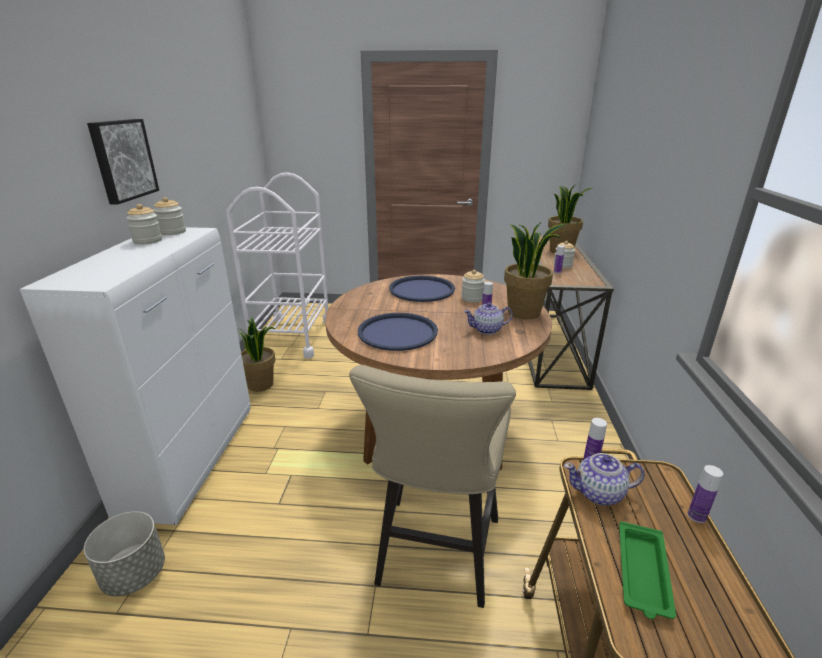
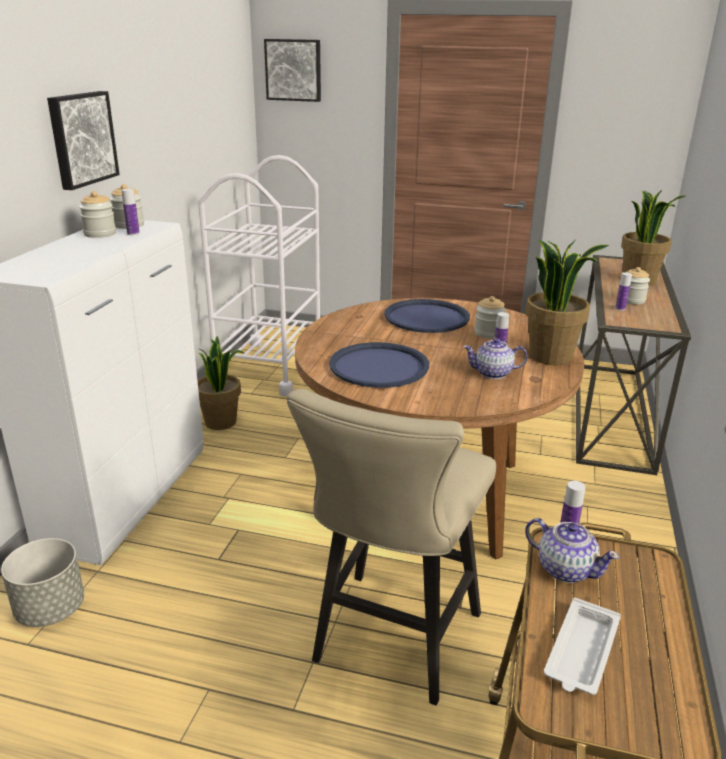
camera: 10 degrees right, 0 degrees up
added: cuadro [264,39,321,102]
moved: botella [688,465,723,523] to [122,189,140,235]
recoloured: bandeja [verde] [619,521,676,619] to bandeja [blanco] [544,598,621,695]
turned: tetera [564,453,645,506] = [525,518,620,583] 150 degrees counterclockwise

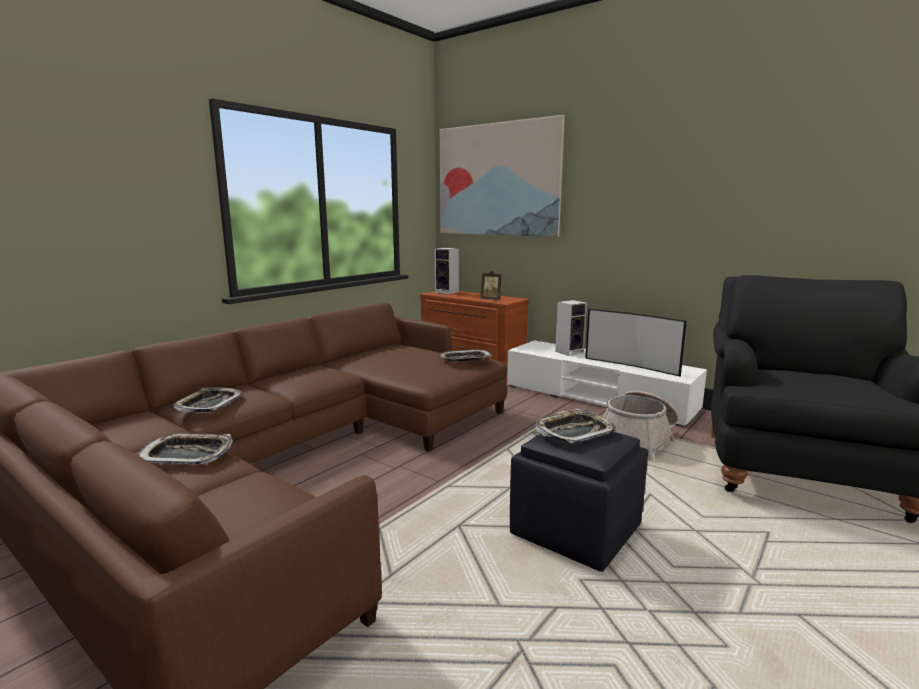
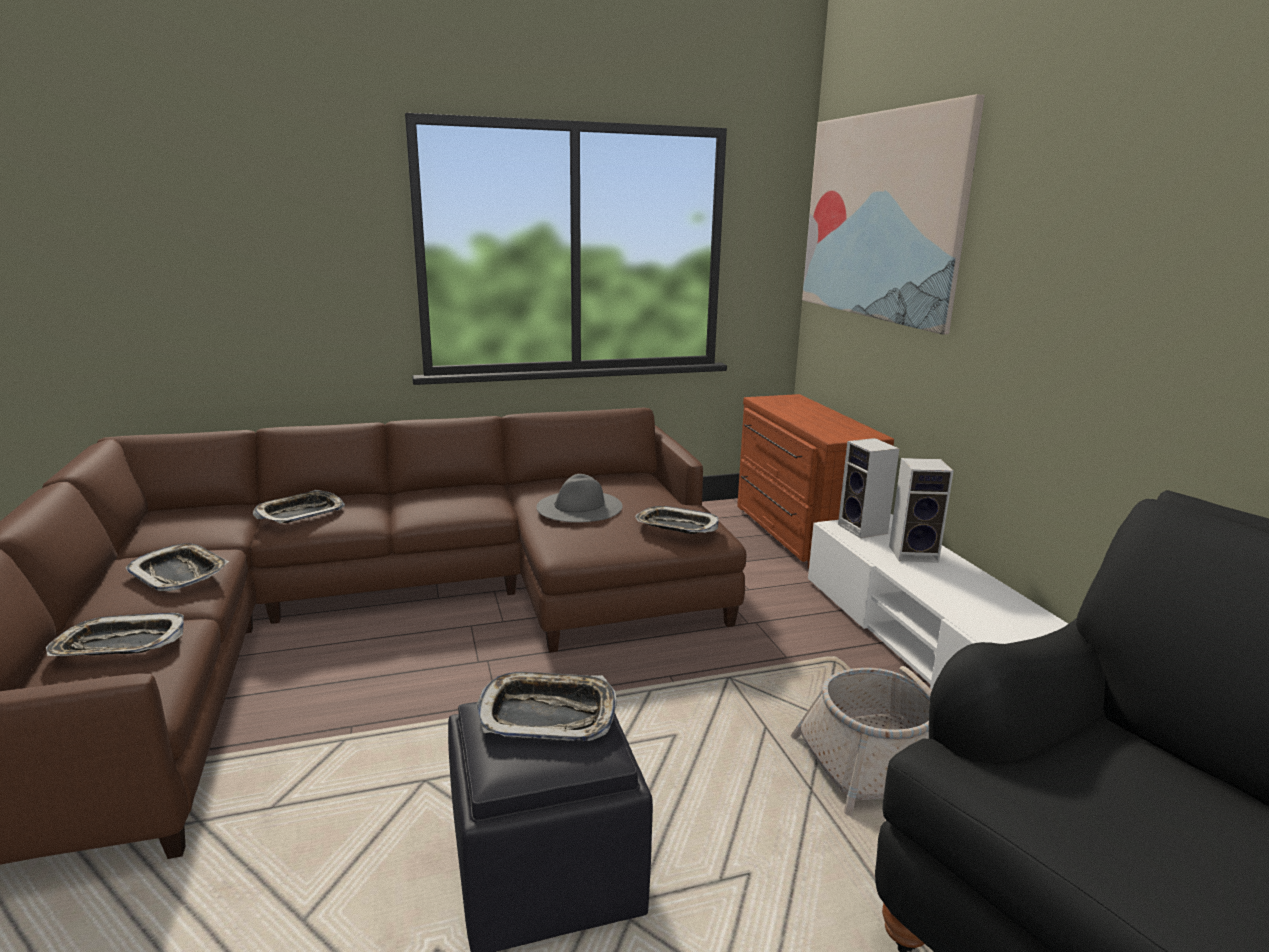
camera: 35 degrees right, 5 degrees up
removed: portarretratos [480,271,502,300]; televisor [585,309,687,377]
added: sombrero [gris] [537,474,623,522]; bandeja [46,613,184,656]
moved: altavoz [434,248,459,294] to [838,438,900,538]

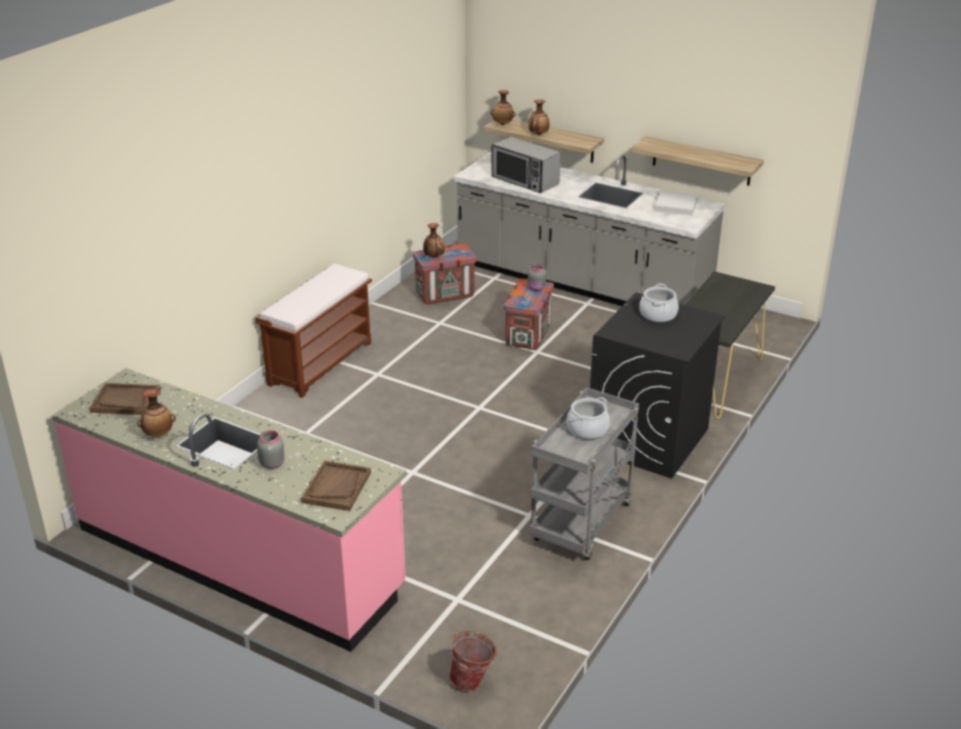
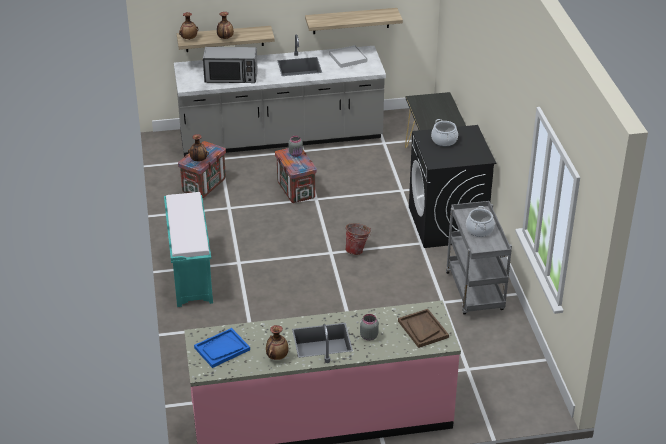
camera: 40 degrees left, 5 degrees up
moved: cubo [449,631,497,691] to [345,223,371,255]
recoloured: banco [marrón] [255,264,372,398] to banco [turquesa] [164,192,213,307]; bandeja [marrón] [90,383,161,415] to bandeja [azul] [194,328,250,368]

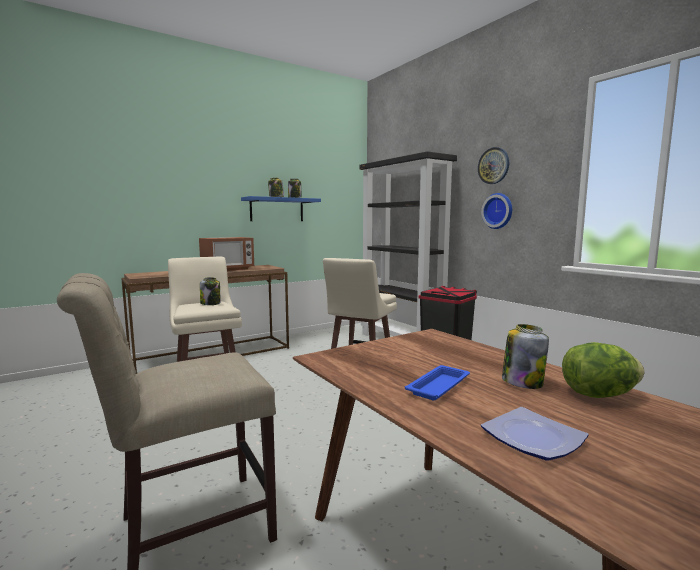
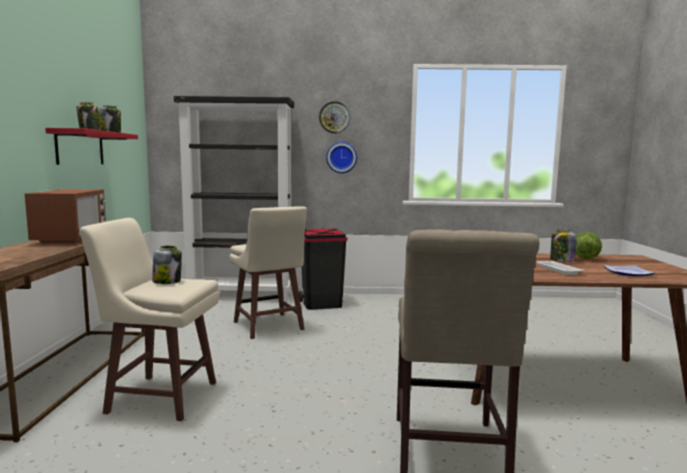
camera: 55 degrees left, 0 degrees up
recoloured: estante [azul] [241,196,321,221] to estante [rojo] [45,128,138,165]; bandeja [azul] [405,365,470,400] to bandeja [blanco] [536,261,584,275]

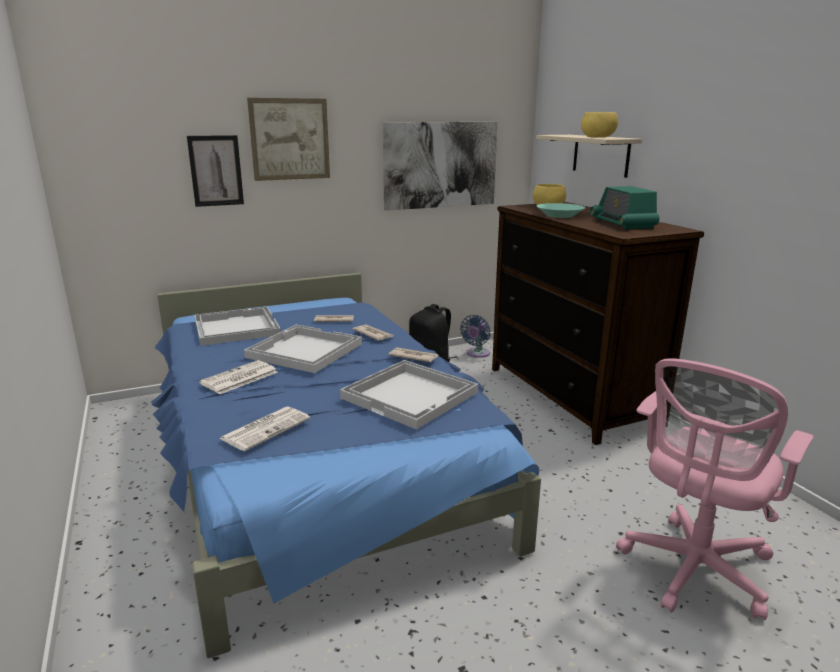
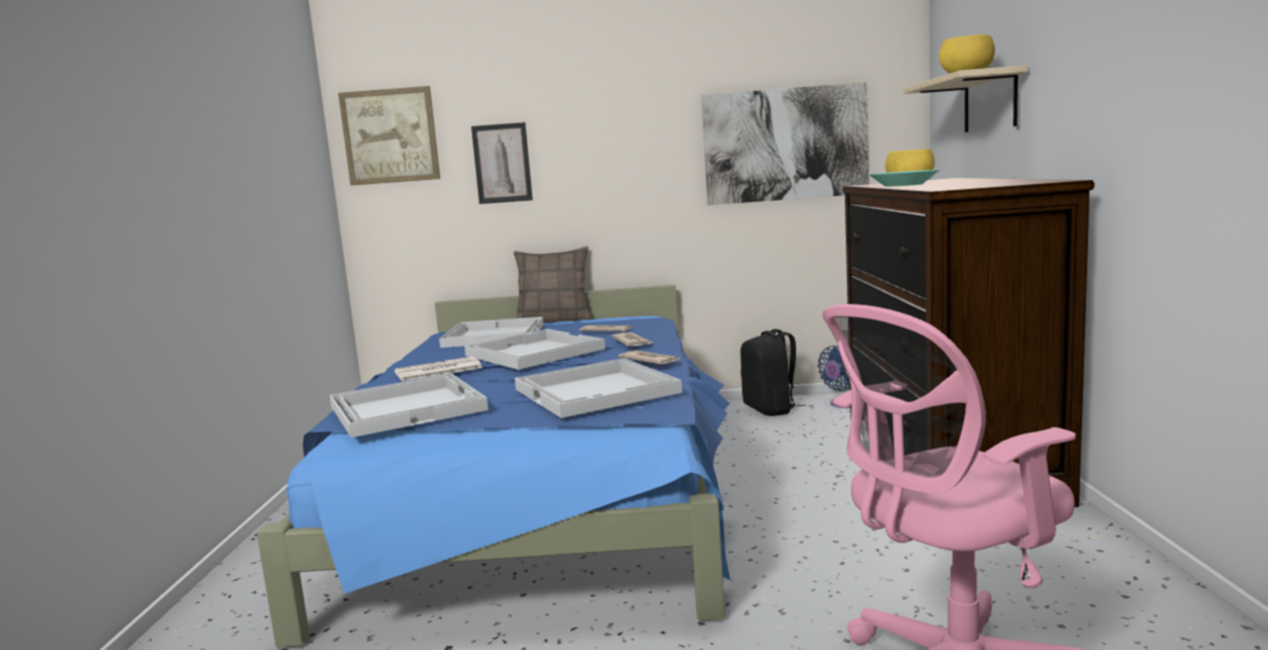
camera: 25 degrees right, 10 degrees down
removed: radio [590,186,659,229]
added: cojín [514,246,591,322]
moved: cuadro [247,98,330,181] to [338,86,440,186]
replaced: periódico [219,407,310,451] to bandeja [blanco] [330,373,488,438]

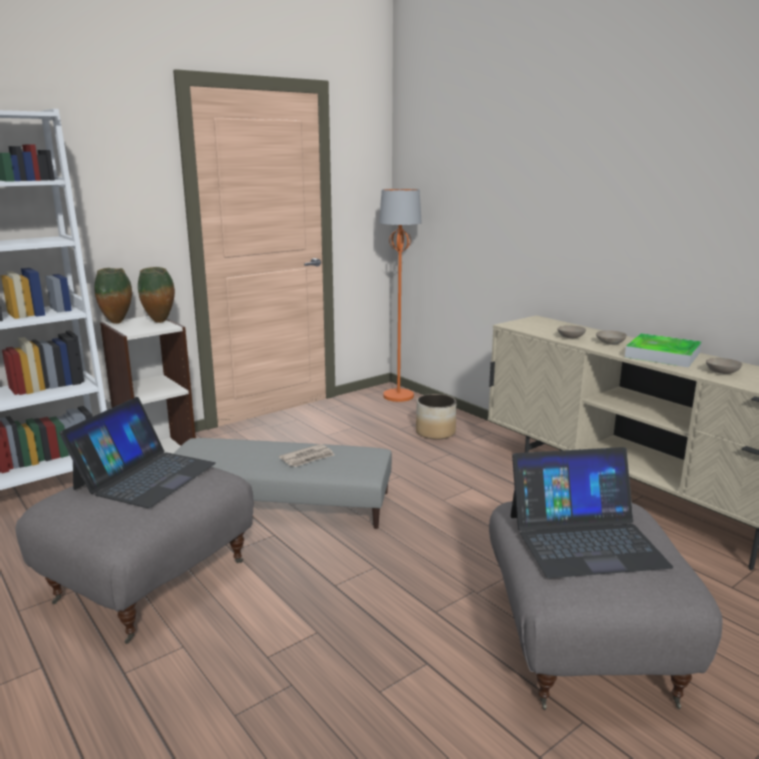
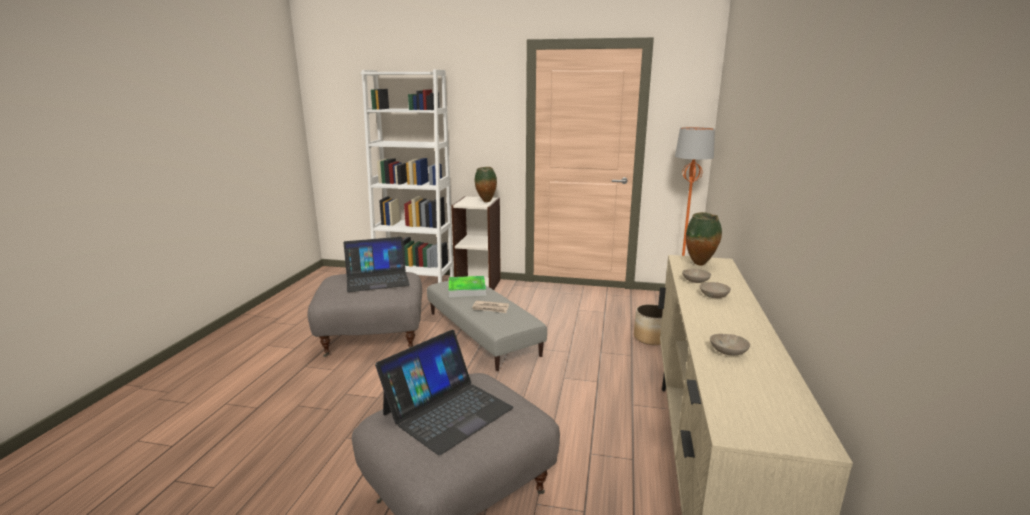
camera: 50 degrees right, 0 degrees up
moved: florero [94,268,132,324] to [686,212,722,266]; bandeja [625,333,702,368] to [449,276,486,297]
turned: portátil [511,447,673,578] = [375,330,514,455] 90 degrees counterclockwise

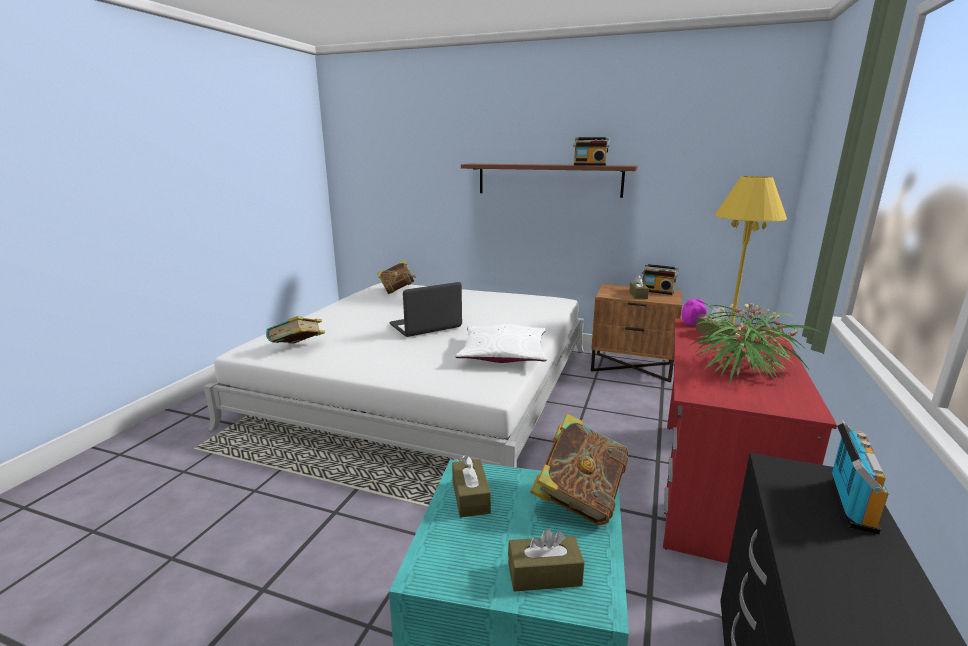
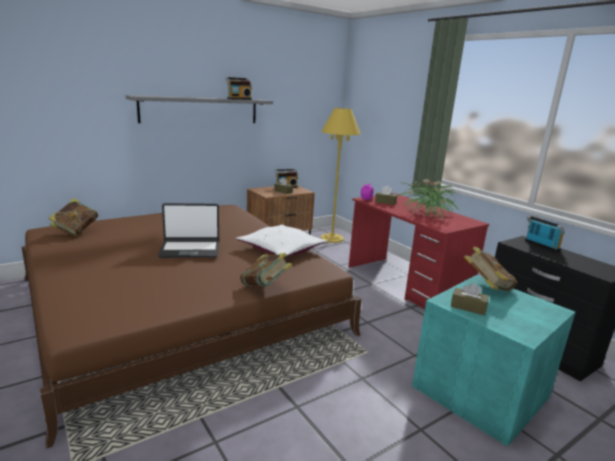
camera: 55 degrees left, 0 degrees up
removed: caja de pañuelos [marrón] [508,529,584,592]
moved: libro [266,316,325,344] to [240,253,292,287]
recoloured: estante [marrón] [461,164,638,198] to estante [gris] [125,95,273,123]; cama [blanco] [204,283,584,468] to cama [marrón] [21,205,362,449]
turned: portátil [390,282,462,337] = [158,203,219,258] 105 degrees counterclockwise

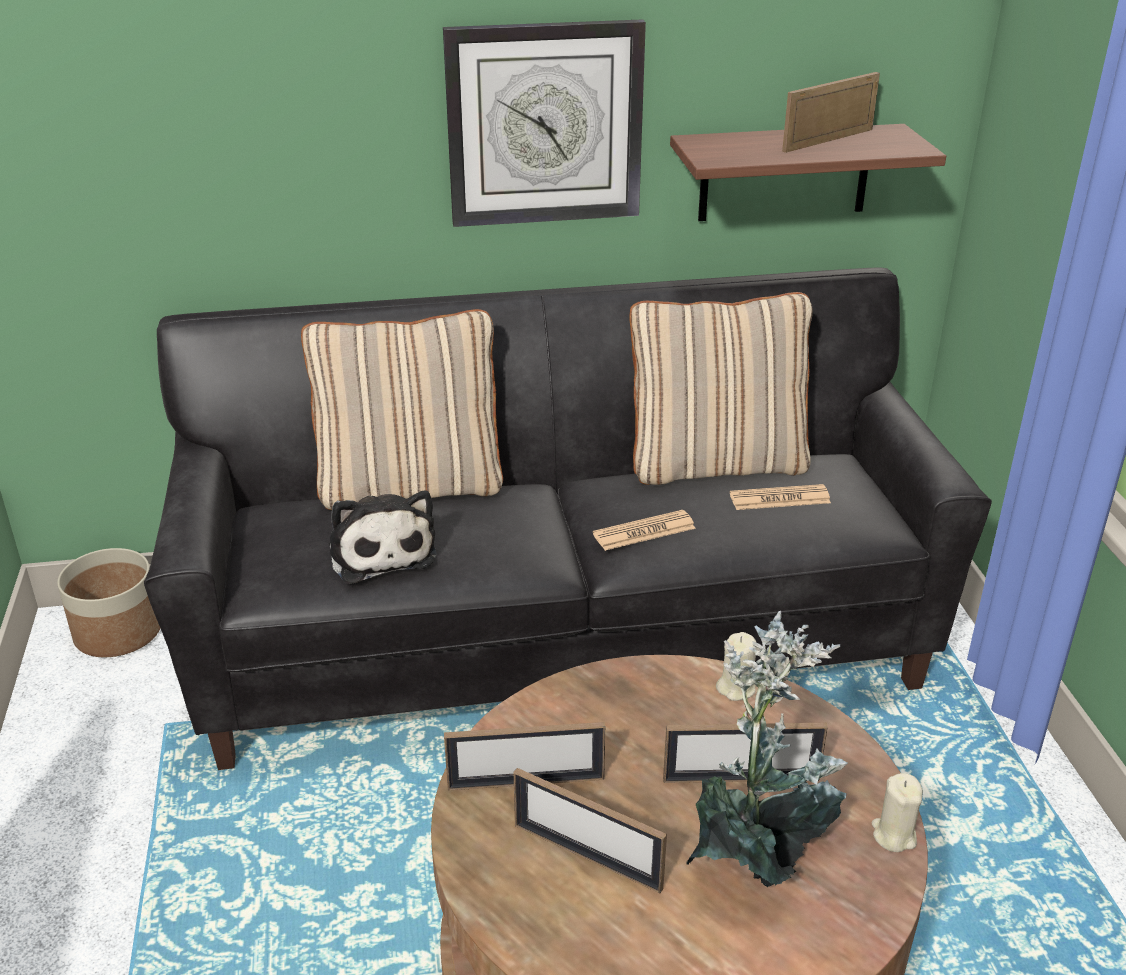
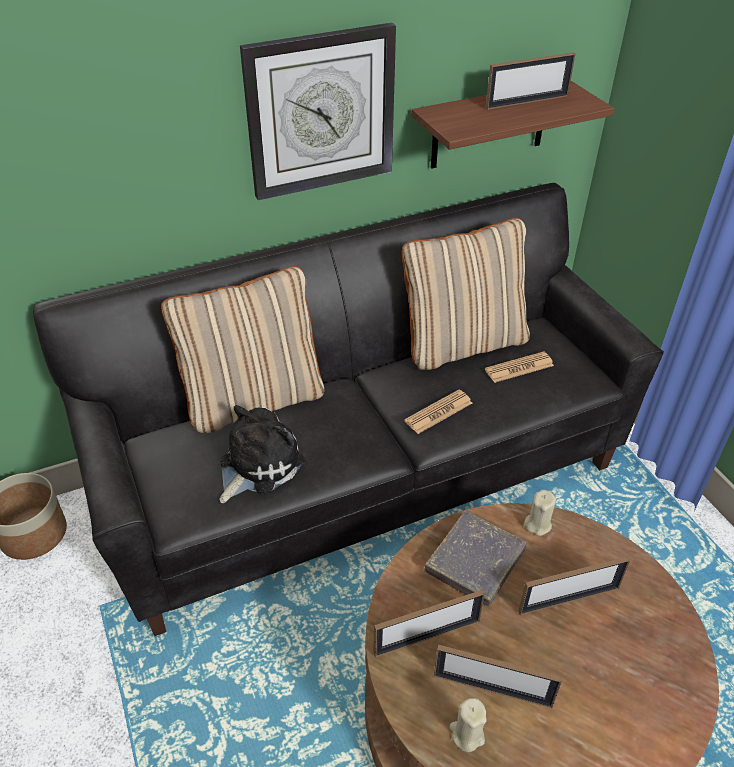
camera: 15 degrees left, 10 degrees up
removed: planta en maceta [686,611,848,888]
added: libro [gris] [424,511,527,607]
moved: vela [beis] [872,773,923,852] to [450,698,487,752]
turned: portarretratos [782,72,880,153] = [486,52,575,110] 150 degrees counterclockwise; peluche [329,490,437,584] = [219,405,305,503] 105 degrees counterclockwise

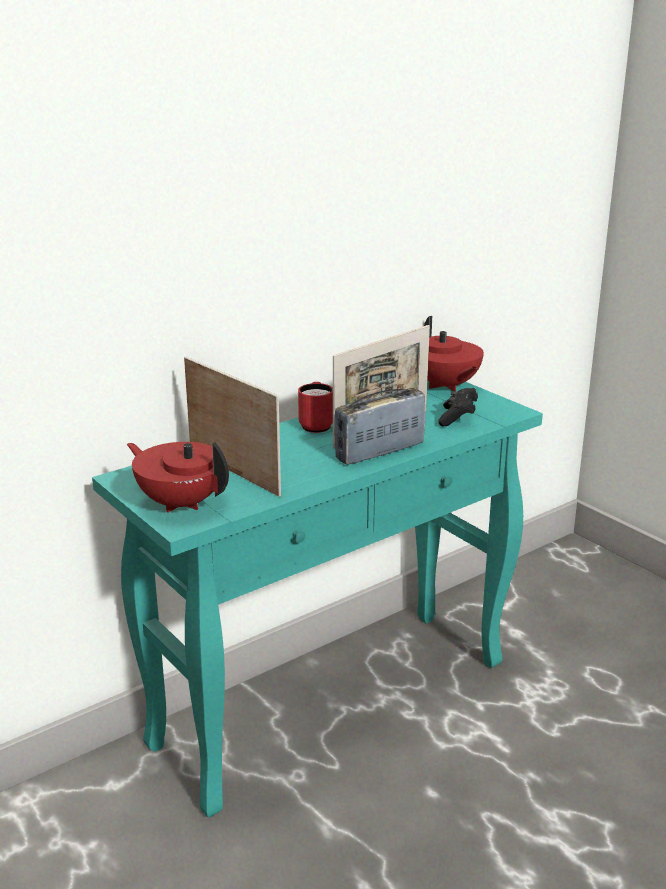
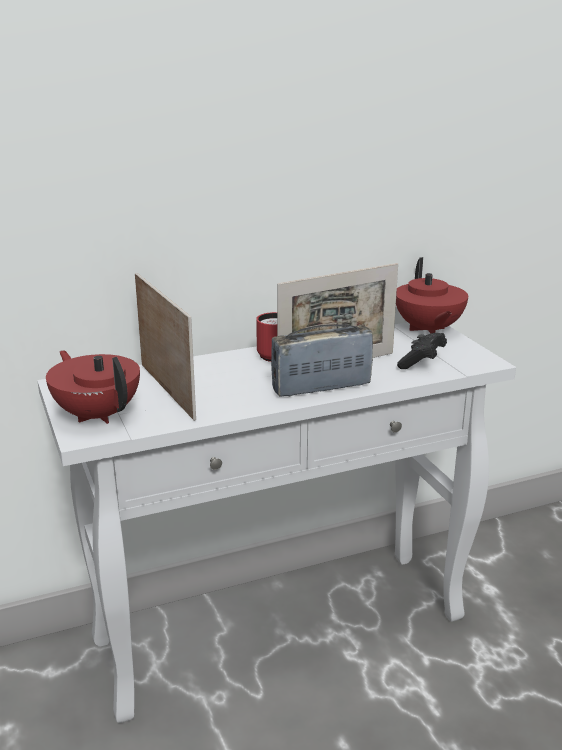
camera: 15 degrees right, 0 degrees up
recoloured: mesa consola [turquesa] [92,380,543,817] to mesa consola [blanco] [37,322,516,723]

